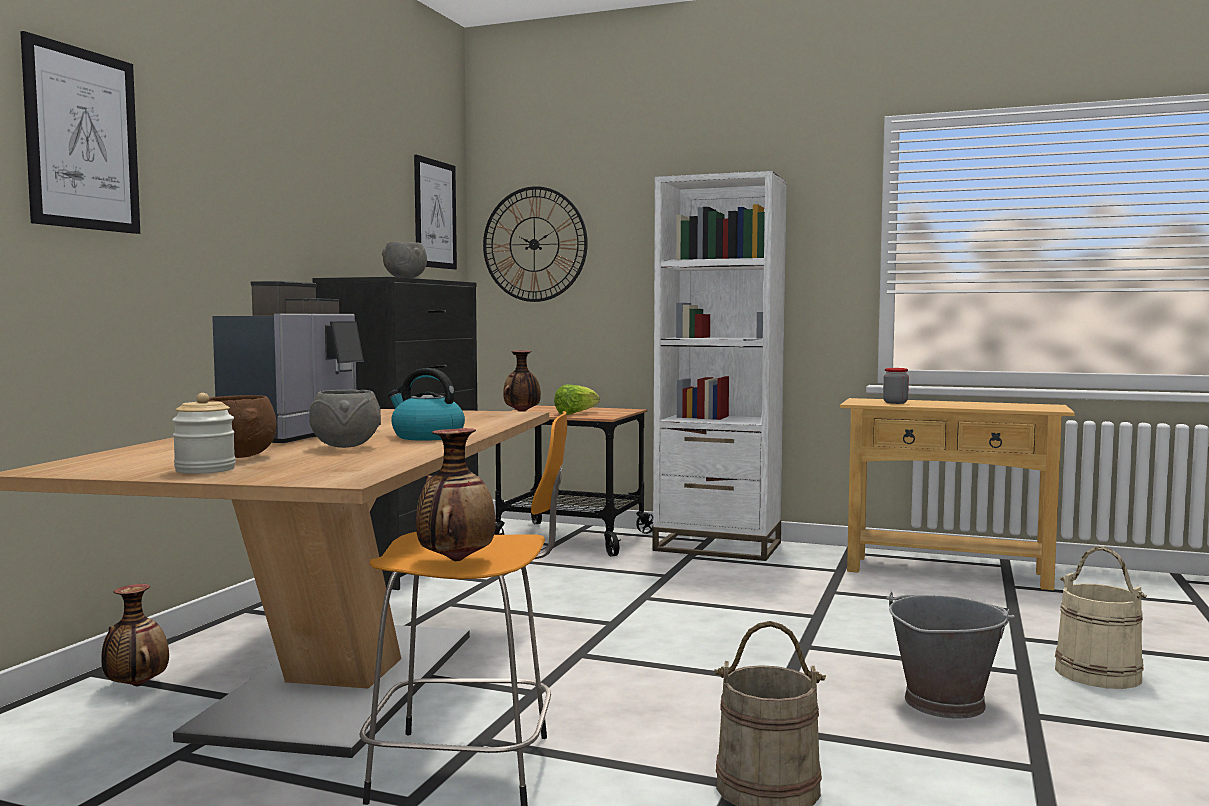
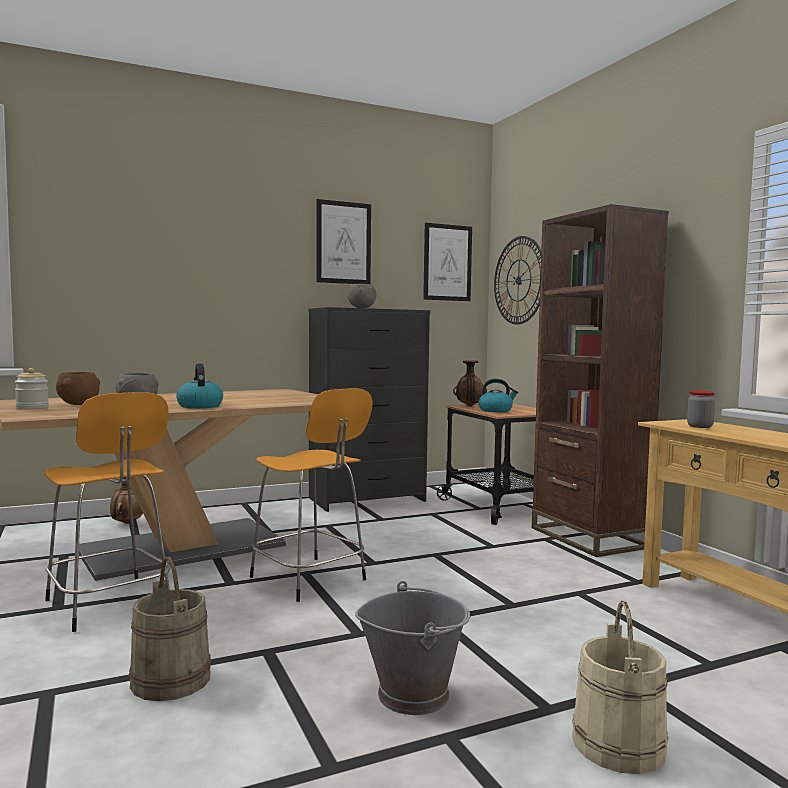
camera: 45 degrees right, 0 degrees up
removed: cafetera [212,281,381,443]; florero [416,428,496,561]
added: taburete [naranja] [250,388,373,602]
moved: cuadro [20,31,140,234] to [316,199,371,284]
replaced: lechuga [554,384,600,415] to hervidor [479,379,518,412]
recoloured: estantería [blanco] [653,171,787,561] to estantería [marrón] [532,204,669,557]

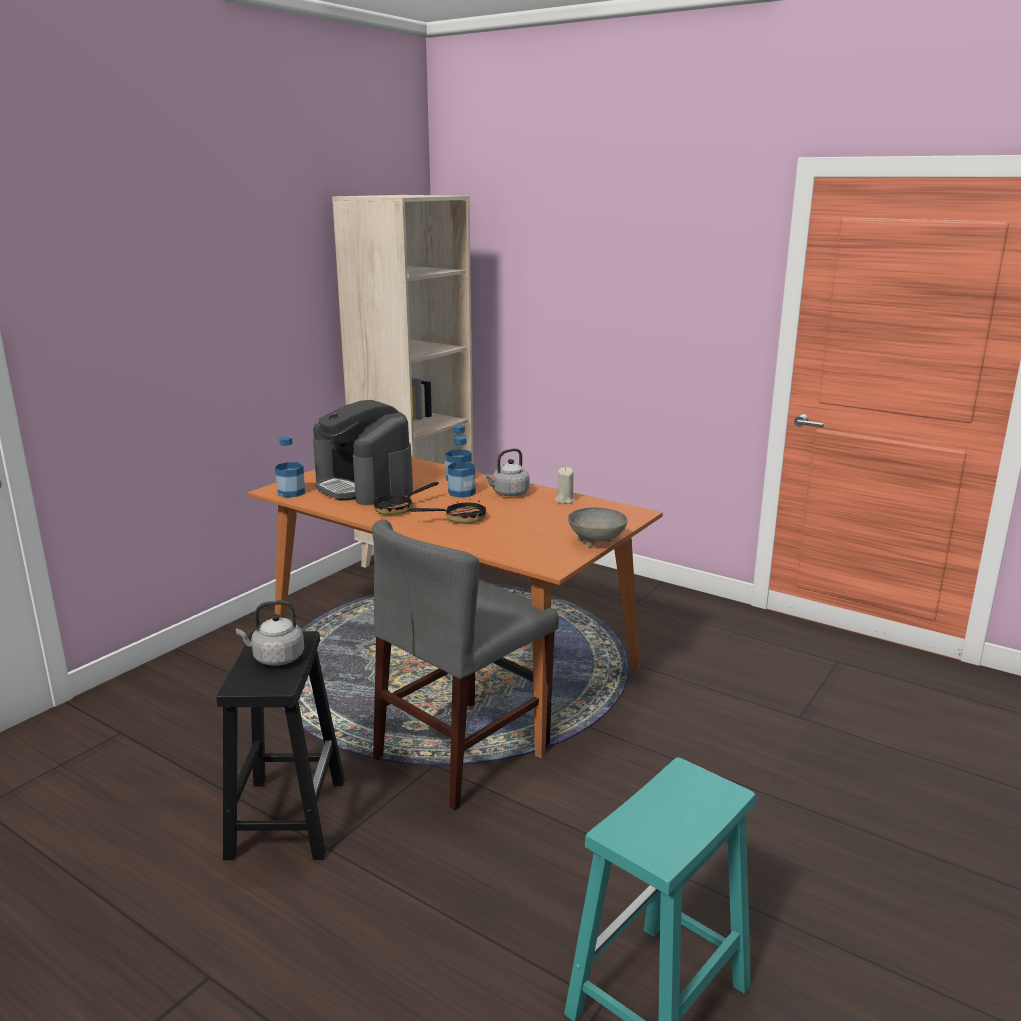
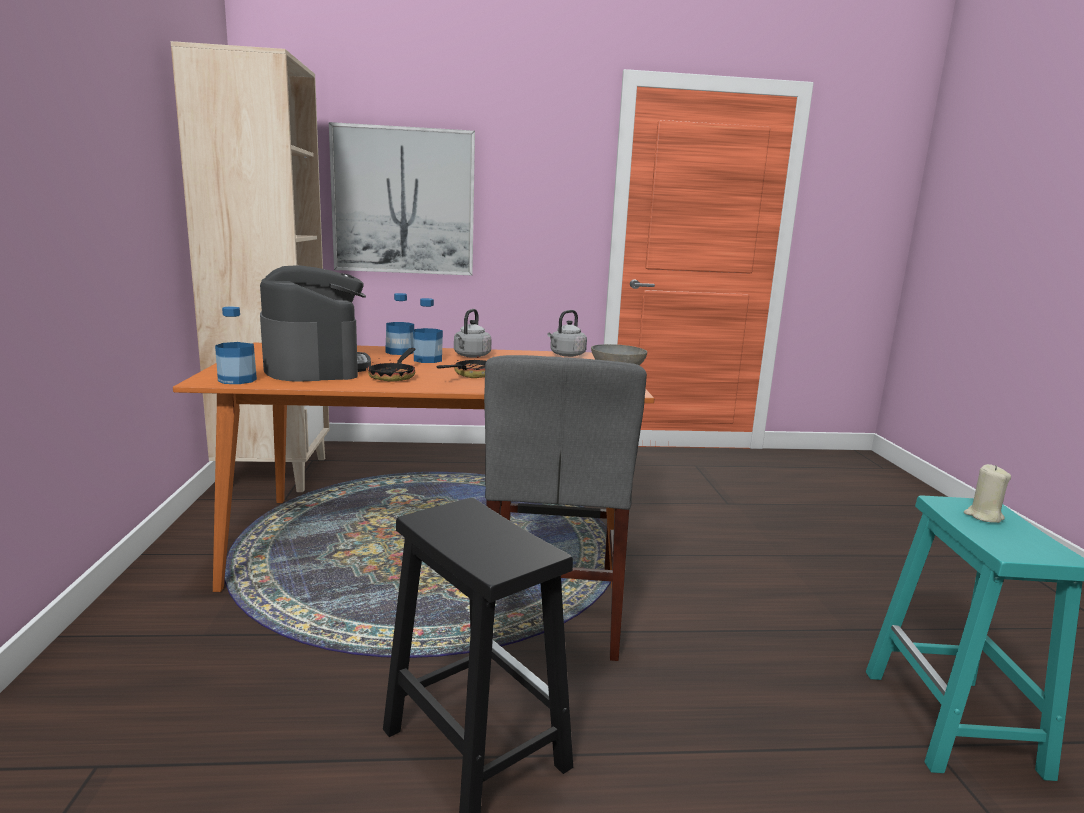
camera: 40 degrees left, 5 degrees down
added: cuadro [329,122,475,275]
moved: vela [beis] [555,467,575,504] to [964,464,1011,523]; hervidor [gris] [236,600,304,666] to [547,310,587,357]
turned: cafetera [313,400,413,505] = [260,265,371,381] 120 degrees counterclockwise

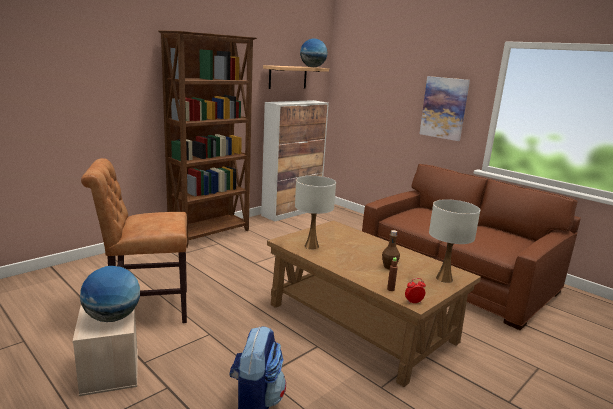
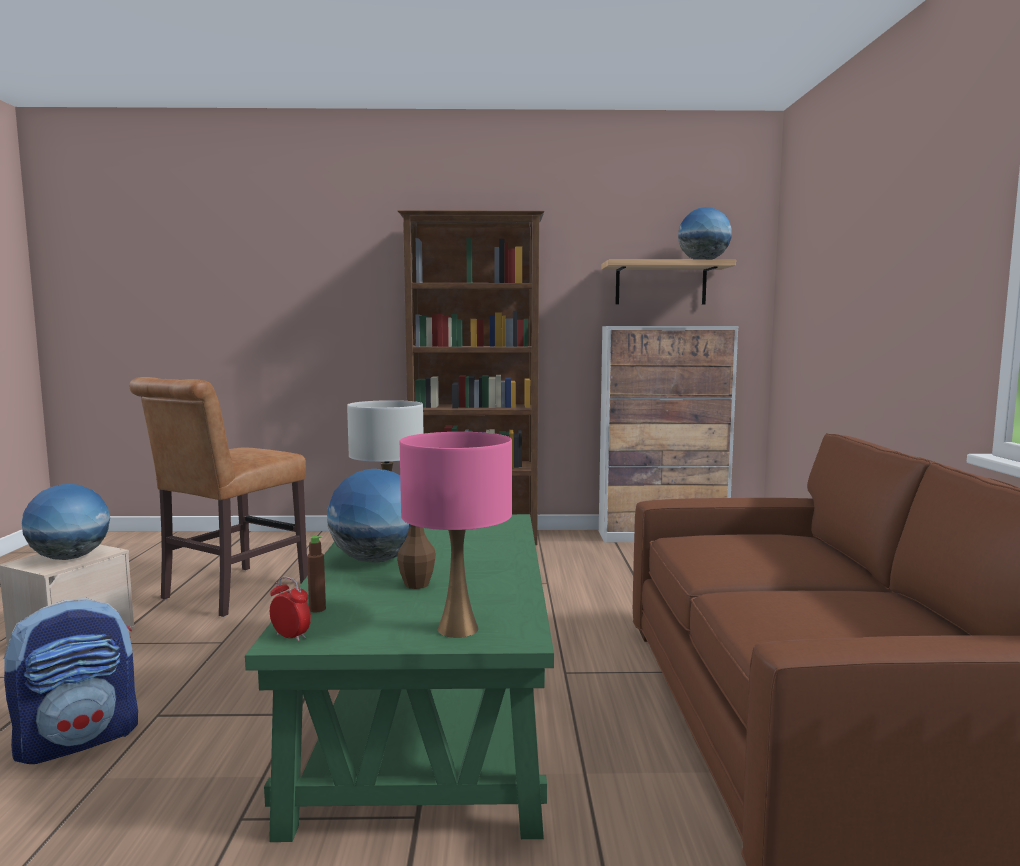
camera: 45 degrees right, 10 degrees down
removed: cuadro [420,76,470,141]
added: globo terráqueo [327,469,409,563]
recoloured: lámpara de mesa [blanco] [429,199,480,283] to lámpara de mesa [rosa] [400,432,512,638]; mesa de centro [marrón] [267,220,481,387] to mesa de centro [verde] [245,514,554,842]
turned: silla [marrón] [81,158,187,323] = [129,377,308,617] 90 degrees counterclockwise

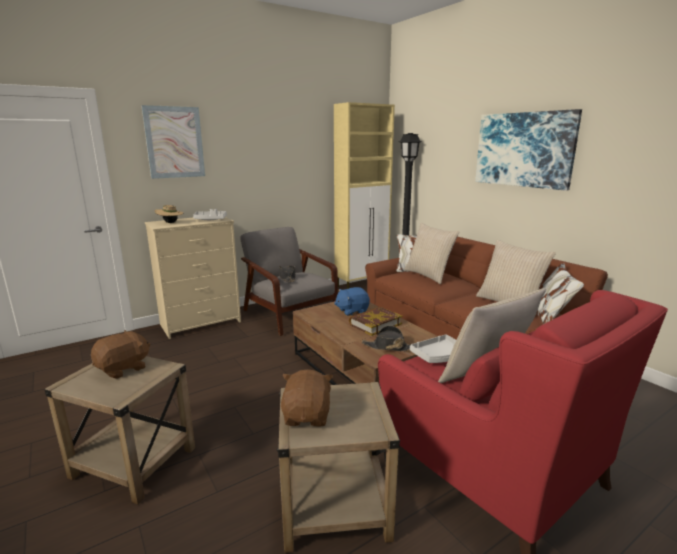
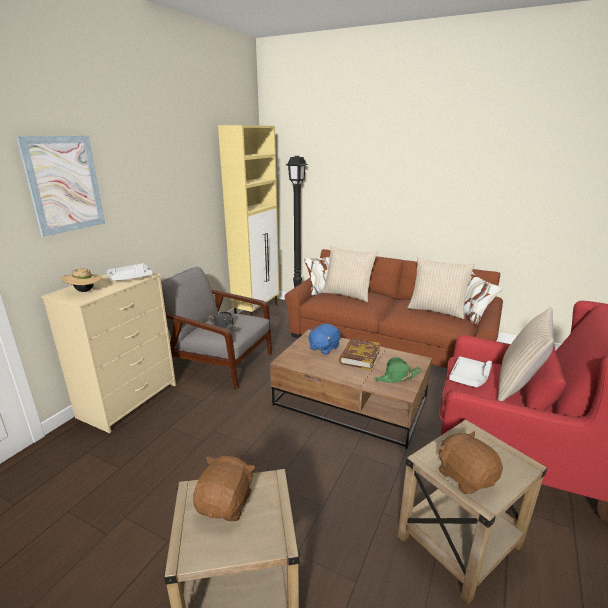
camera: 30 degrees left, 5 degrees up
removed: cuadro [475,109,582,191]
recoloured: sombrero [negro] [362,325,411,351] to sombrero [verde] [374,357,422,383]

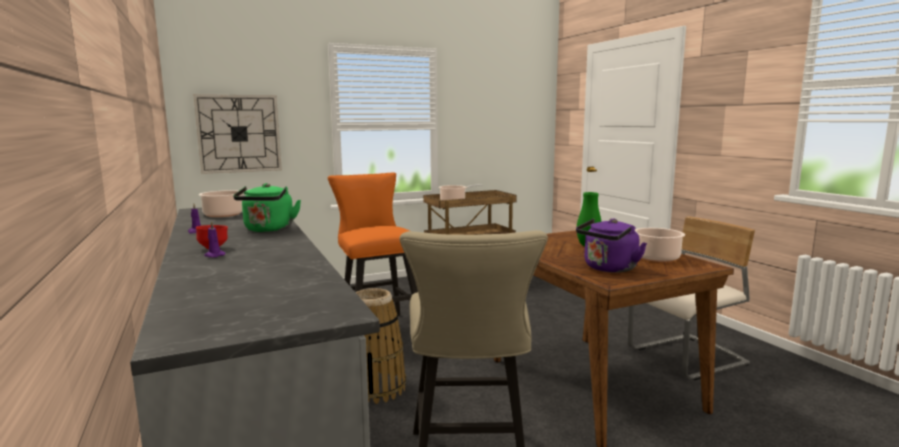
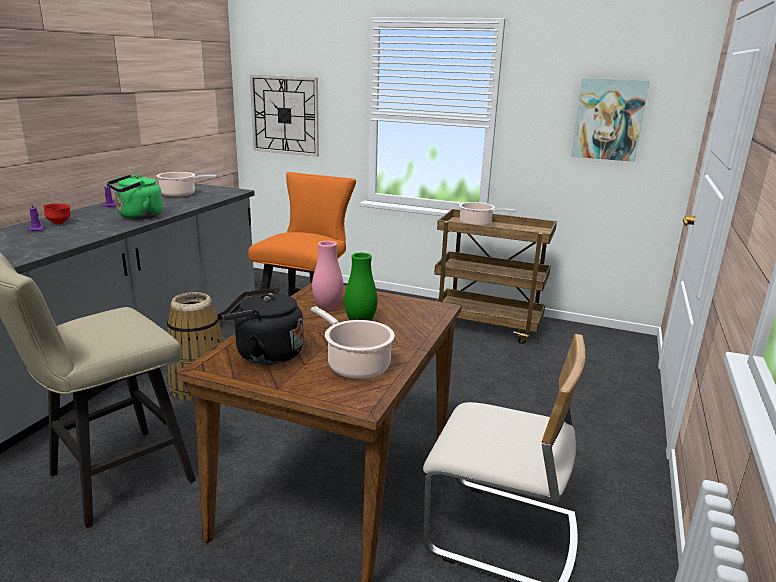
camera: 45 degrees right, 10 degrees up
added: cuadro [571,78,649,162]; florero [rosa] [312,241,344,310]
recoloured: hervidor [morado] [576,218,647,273] to hervidor [negro] [221,288,304,365]

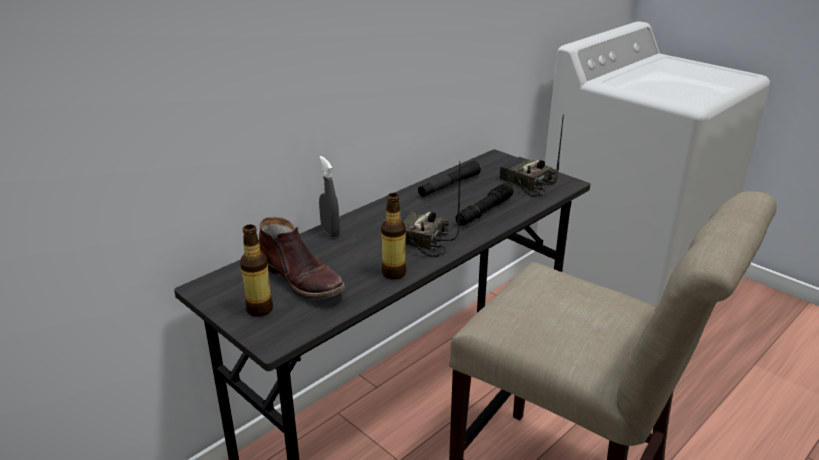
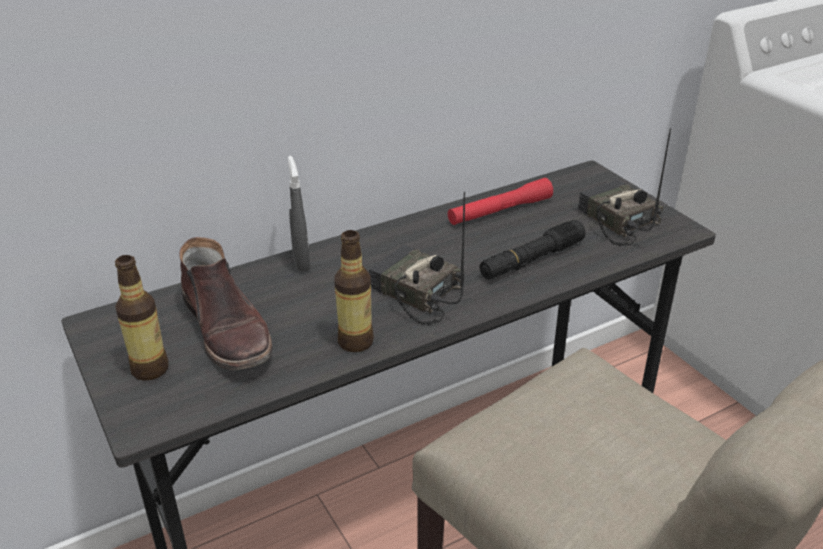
camera: 15 degrees right, 5 degrees up
recoloured: linterna [negro] [418,161,481,197] to linterna [rojo] [448,178,553,225]

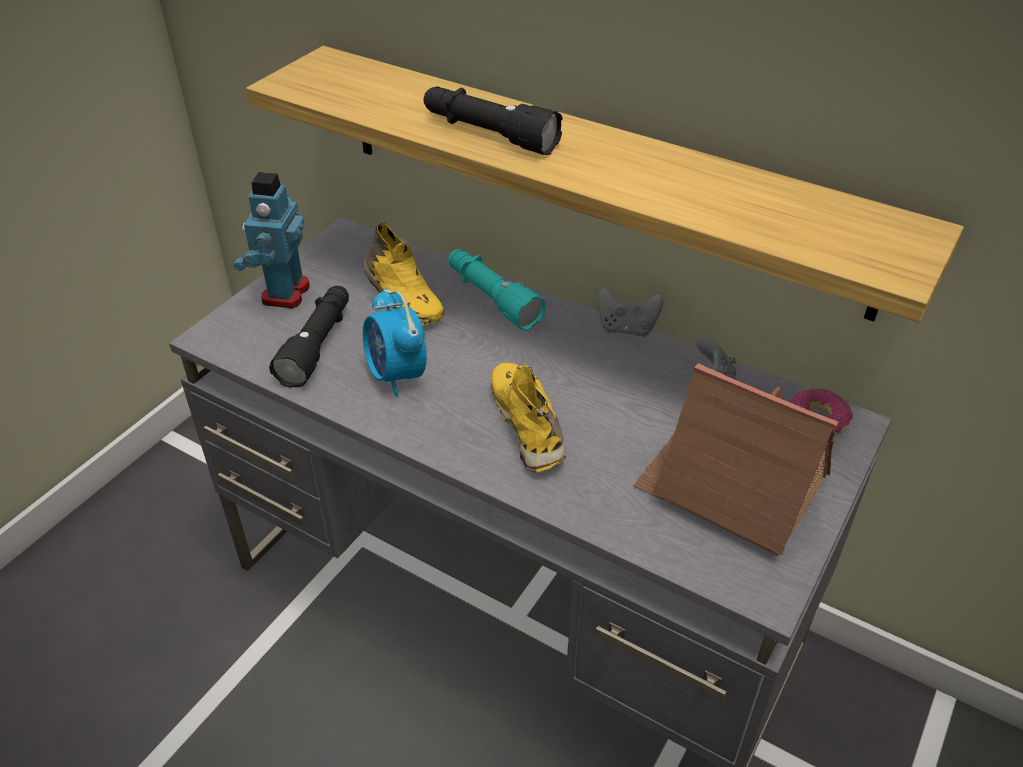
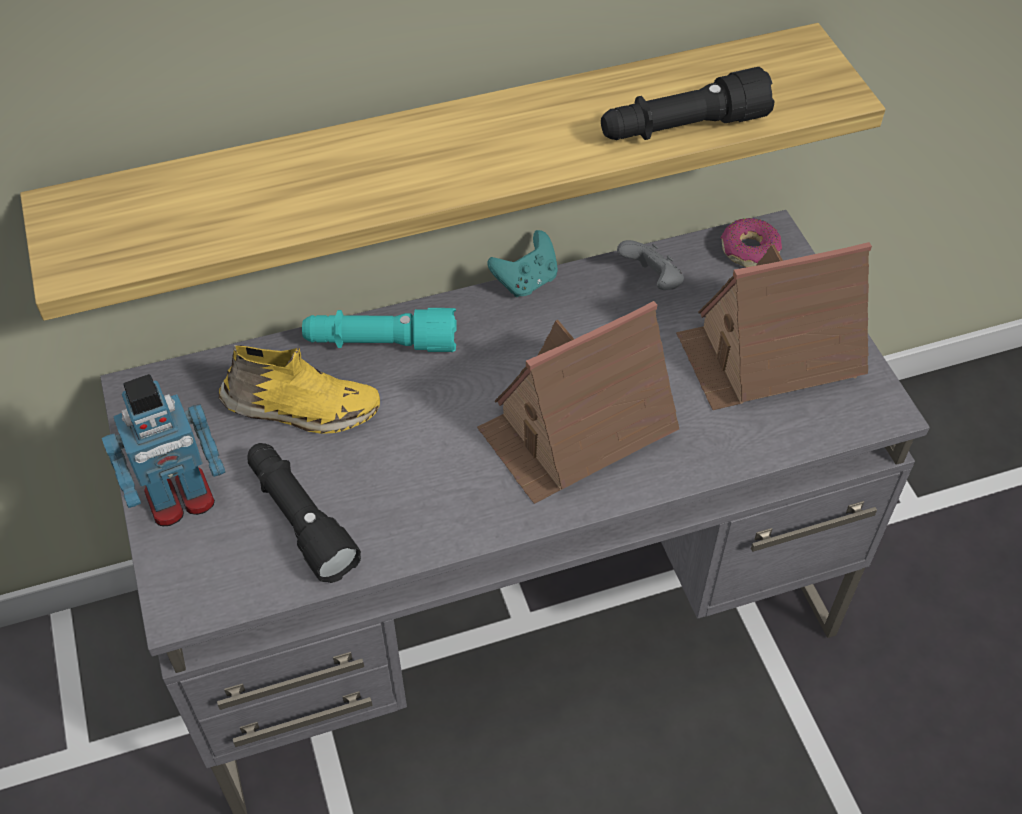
camera: 50 degrees left, 10 degrees up
removed: despertador [363,288,427,397]
moved: linterna [negro] [424,86,563,155] to [601,67,775,140]
replaced: zapato [amarillo] [491,363,566,473] to casita [477,301,679,504]
recoloured: mando de consola [gris] [598,288,663,337] to mando de consola [turquesa] [487,230,558,297]
turned: robot de juguete [233,172,310,308] = [102,374,225,526] 75 degrees counterclockwise

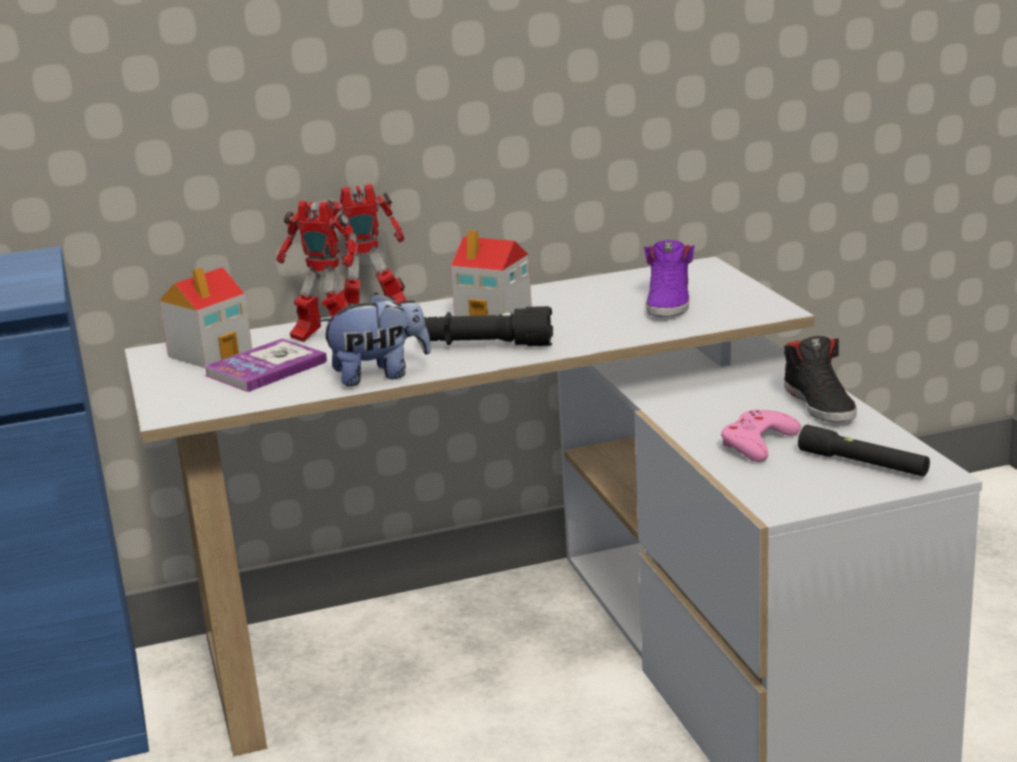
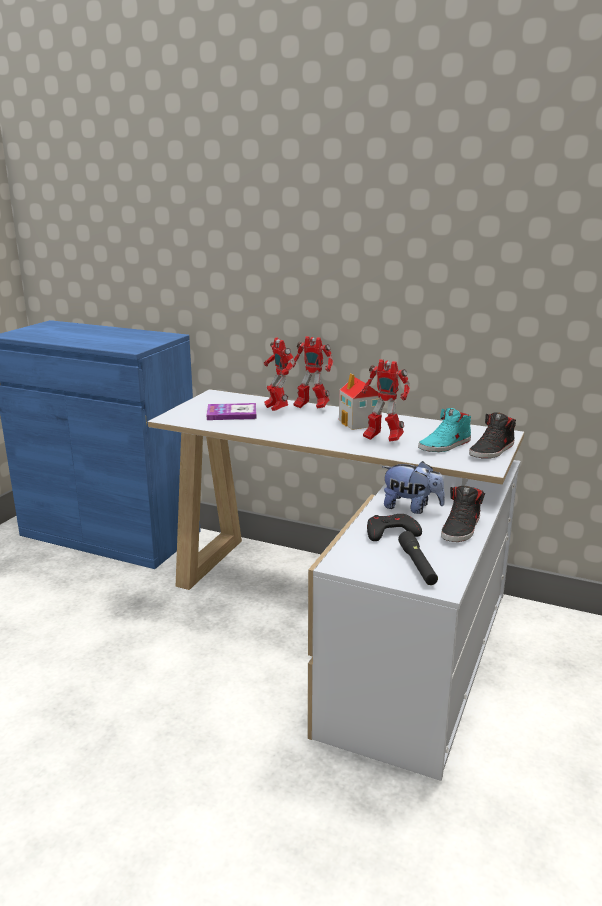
camera: 40 degrees right, 0 degrees up
removed: casita [159,267,252,368]; linterna [negro] [424,306,553,346]
added: robot de juguete [362,359,410,442]; zapato [negro] [469,412,516,458]
moved: peluche [318,293,431,386] to [382,461,445,514]
recoloured: zapato [morado] [644,240,695,317] to zapato [turquesa] [418,408,471,452]; mando de consola [rosa] [721,410,801,462] to mando de consola [negro] [367,514,422,541]

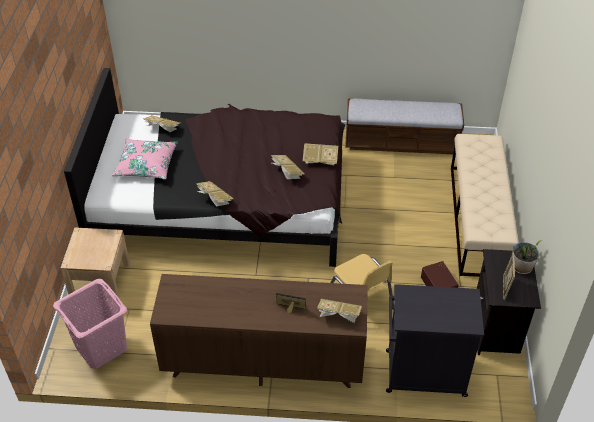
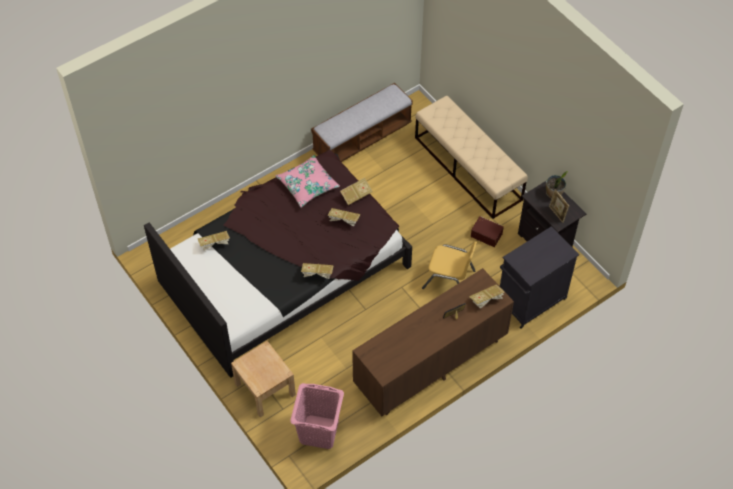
camera: 40 degrees left, 10 degrees up
moved: cojín [rosa] [112,139,178,180] to [275,155,340,208]

